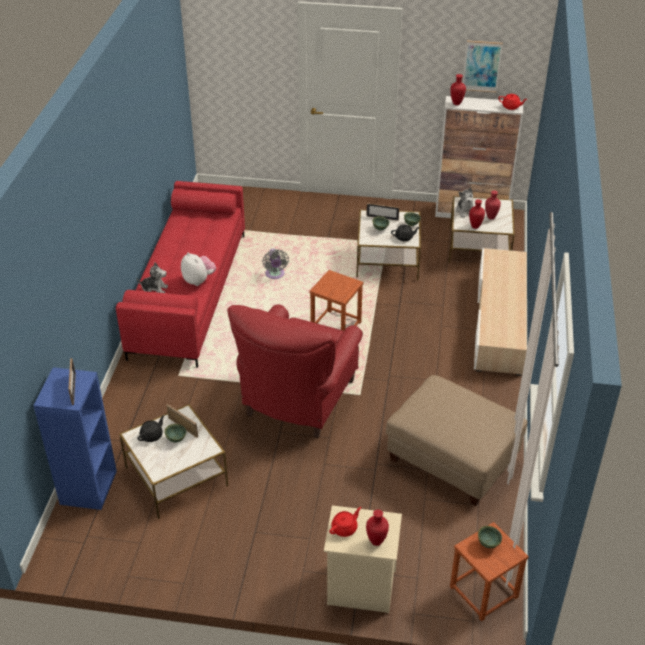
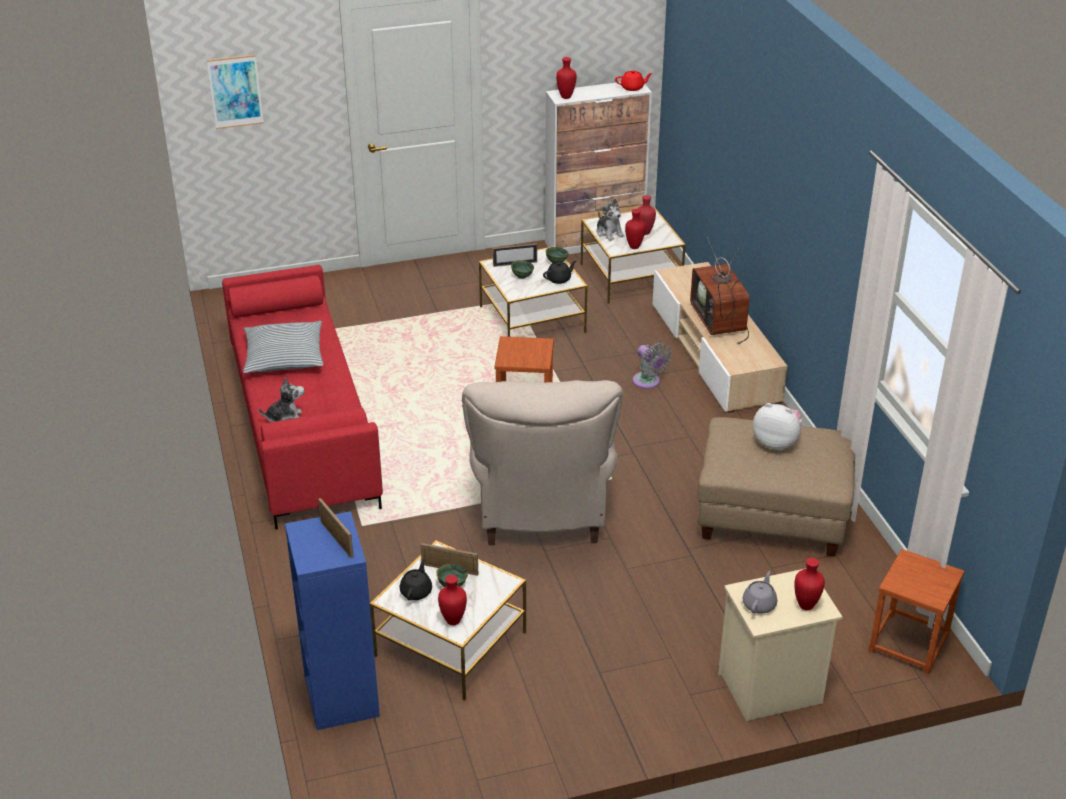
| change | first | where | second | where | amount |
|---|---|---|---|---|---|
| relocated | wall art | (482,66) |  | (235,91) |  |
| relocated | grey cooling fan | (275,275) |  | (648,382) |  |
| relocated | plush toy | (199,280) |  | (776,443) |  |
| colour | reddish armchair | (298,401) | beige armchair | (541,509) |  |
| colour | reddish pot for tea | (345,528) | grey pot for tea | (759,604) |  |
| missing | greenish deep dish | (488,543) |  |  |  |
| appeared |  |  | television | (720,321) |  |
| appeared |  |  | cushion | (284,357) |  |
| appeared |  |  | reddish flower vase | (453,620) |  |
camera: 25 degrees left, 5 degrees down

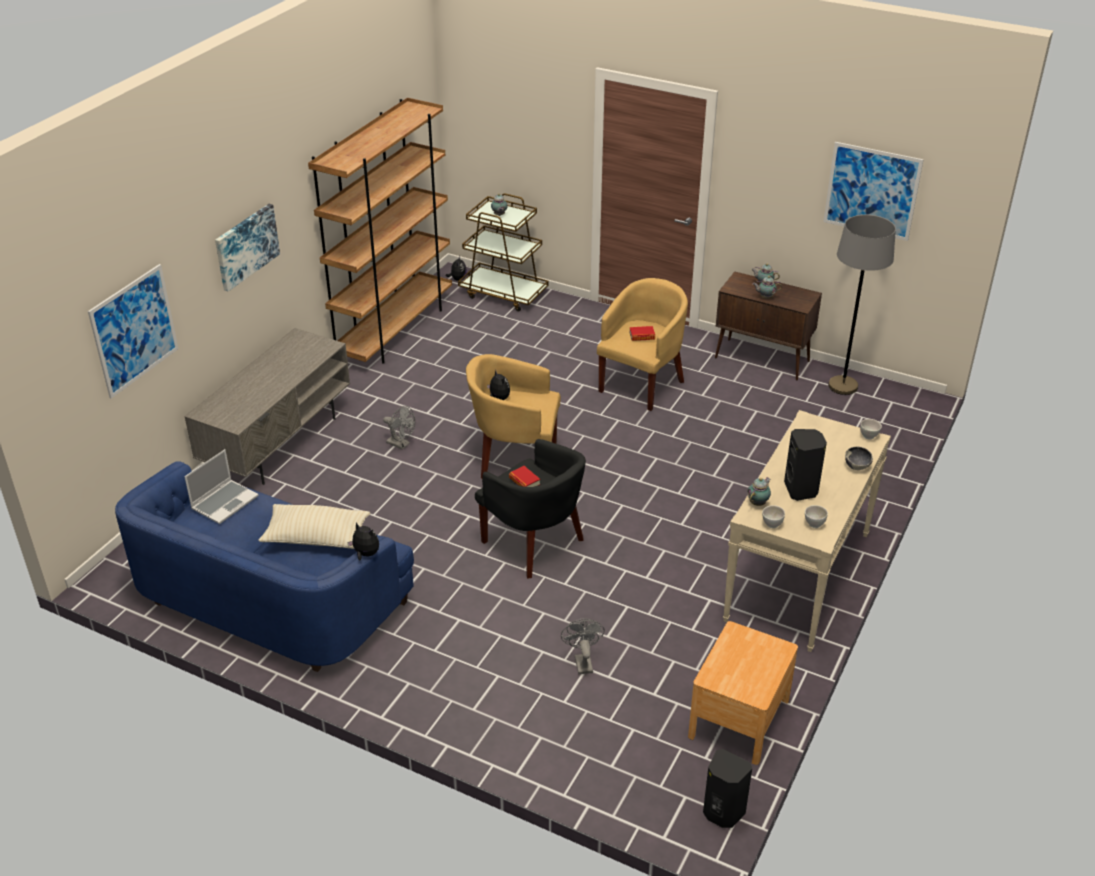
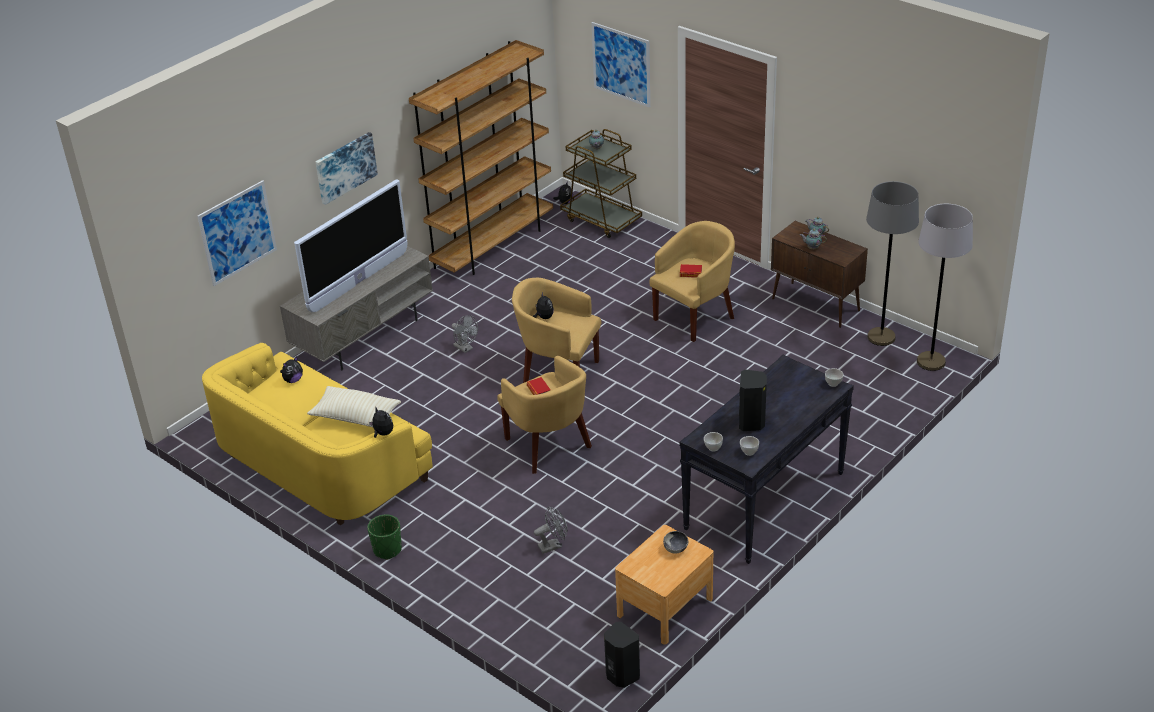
| change | first | where | second | where | amount |
|---|---|---|---|---|---|
| relocated | wall art | (872,191) |  | (621,64) |  |
| colour | beige hall table | (798,577) | black-coloured hall table | (764,501) |  |
| colour | black-coloured armchair | (534,544) | yellowish armchair | (548,446) |  |
| relocated | deep dish | (857,466) |  | (676,549) |  |
| exchanged | notebook computer | (225,502) | plush toy | (293,380) |  |
| colour | blue settee | (269,599) | yellowish settee | (320,463) |  |
| missing | pot for tea | (758,503) |  |  |  |
| spun | grey cooling fan | (582,661) |  | (553,545) | 60 degrees clockwise |
| appeared |  |  | television | (359,282) |  |
| appeared |  |  | grey standing lamp | (931,362) |  |
| appeared |  |  | greenish plant pot | (387,550) |  |
camera: 15 degrees right, 0 degrees up

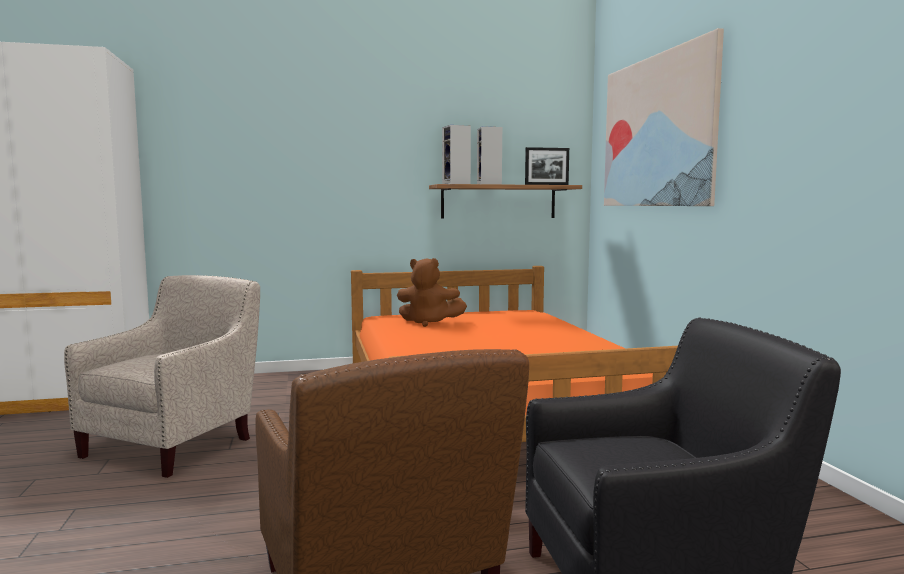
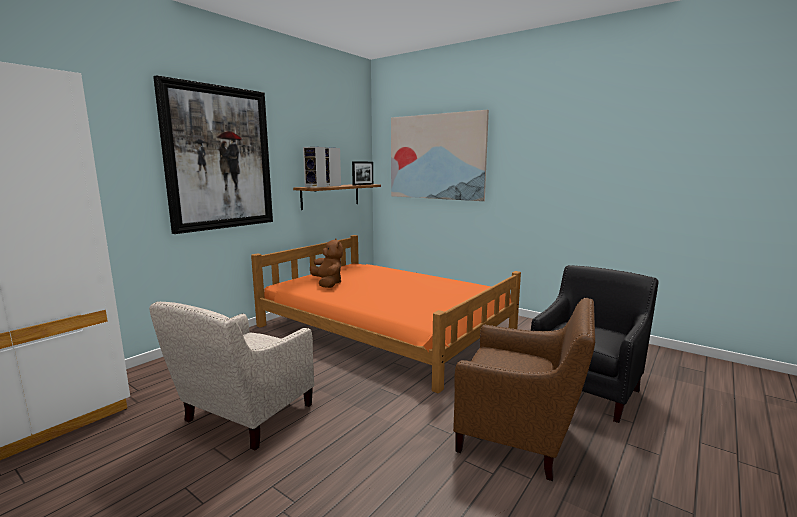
| change | first | where | second | where | amount |
|---|---|---|---|---|---|
| spun | brown-coloured plush toy | (429,323) |  | (328,284) | 90 degrees counterclockwise |
| spun | beige armchair | (176,444) |  | (243,417) | 135 degrees counterclockwise |
| appeared |  |  | wall art | (219,158) |  |
camera: 40 degrees left, 5 degrees up

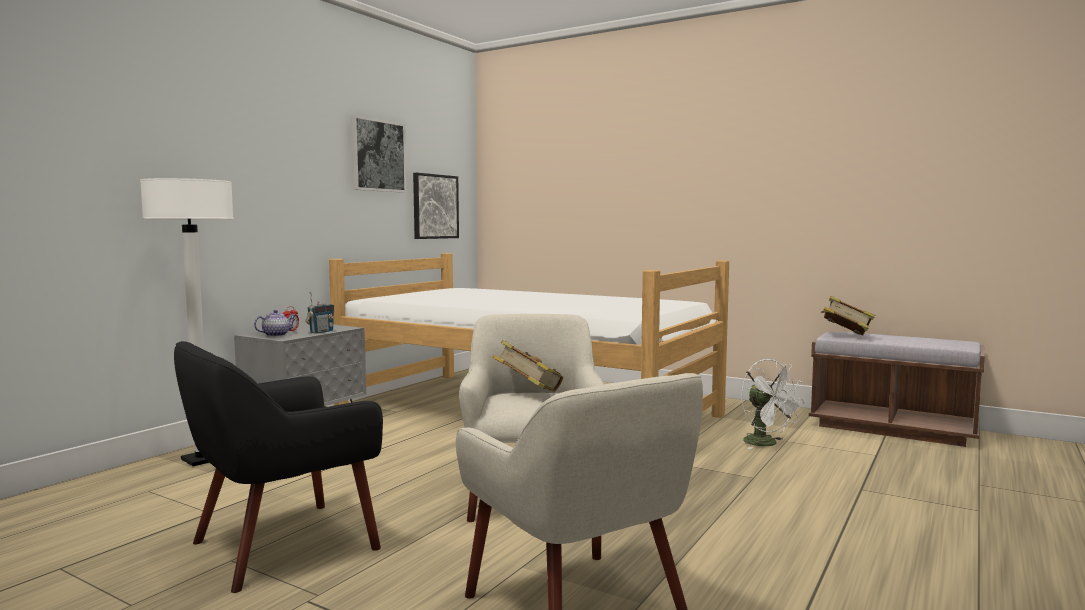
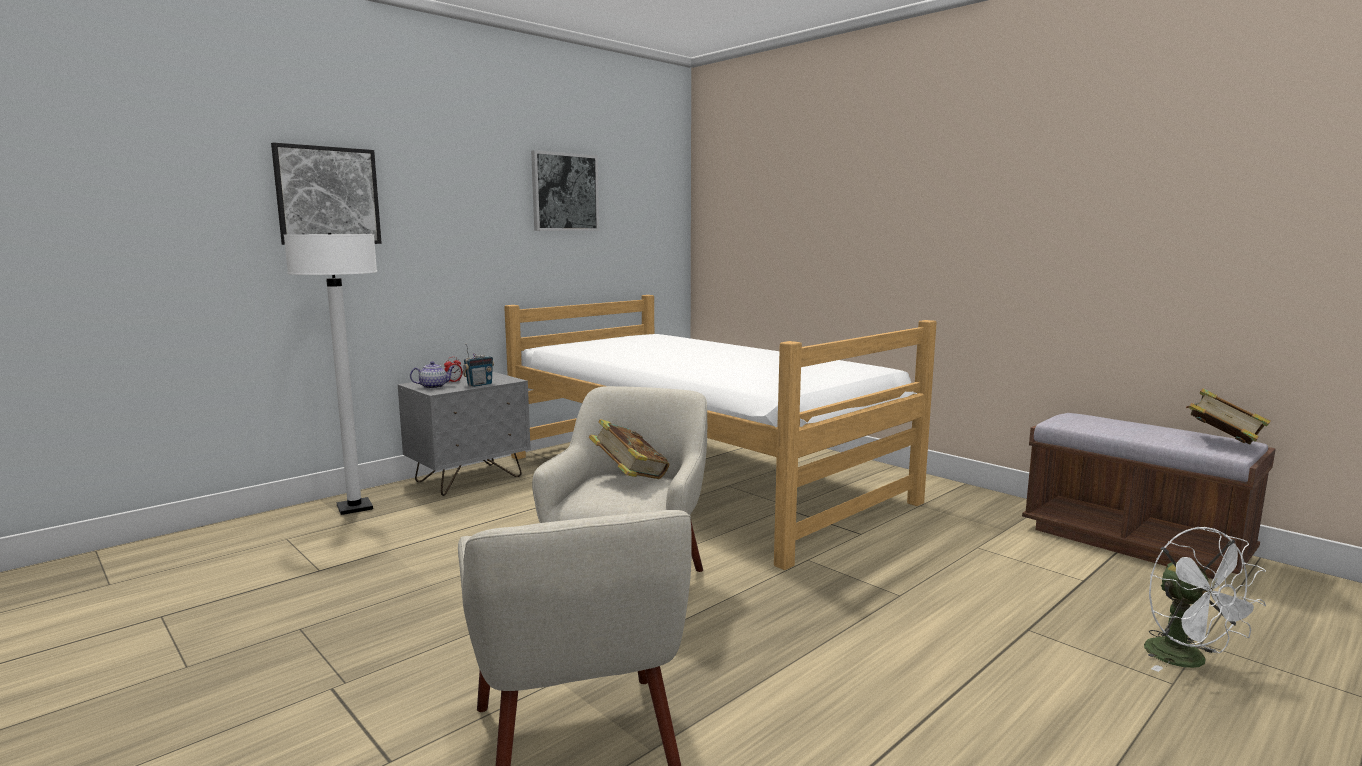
| change | first | where | second | where | amount |
|---|---|---|---|---|---|
| relocated | wall art | (435,206) |  | (328,196) |  |
| relocated | book | (845,336) |  | (1221,444) |  |
| missing | black-coloured armchair | (281,545) |  |  |  |
| relocated | white-coloured cooling fan | (767,444) |  | (1187,661) |  |
camera: 15 degrees right, 5 degrees up

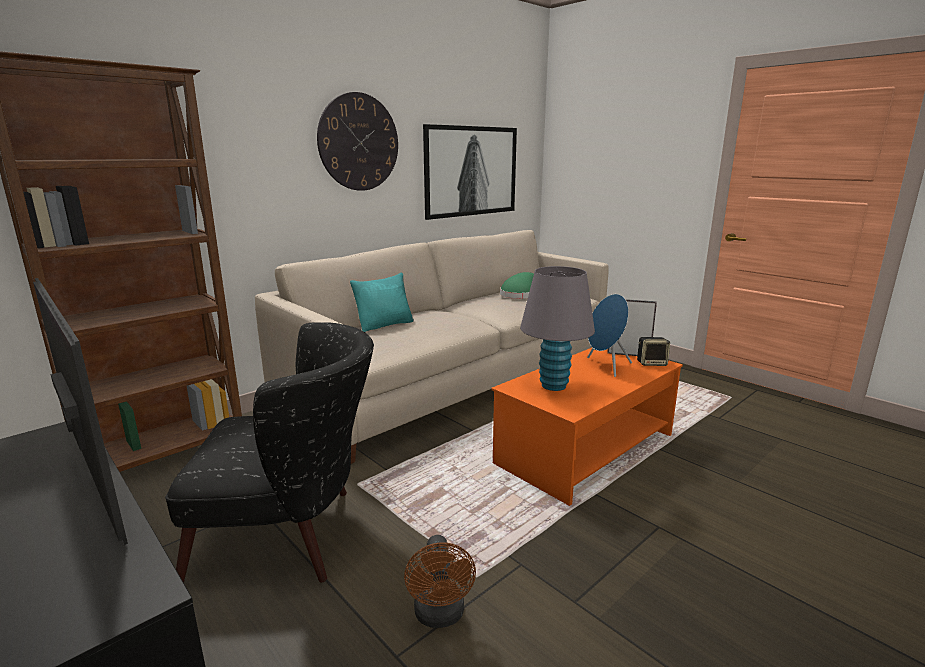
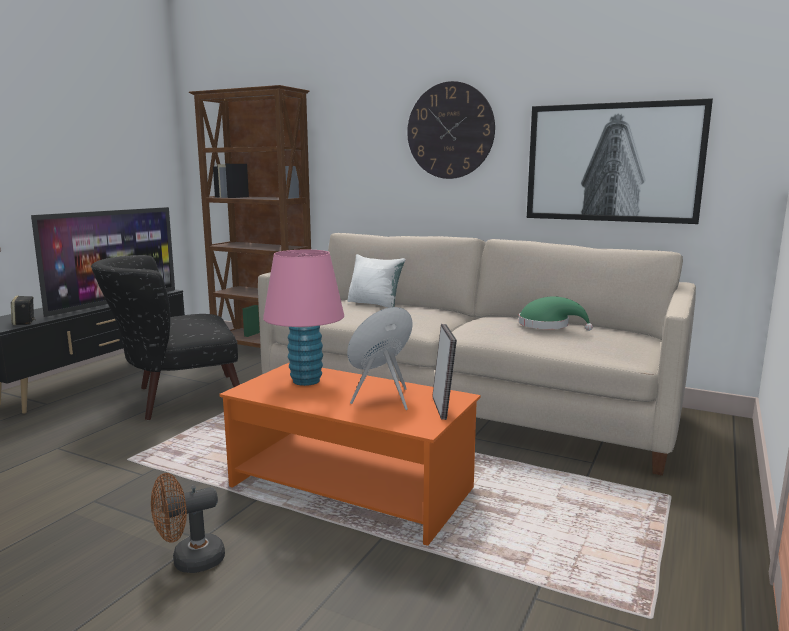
| change | first | where | second | where | amount |
|---|---|---|---|---|---|
| colour | grey table lamp | (553,385) | pink-coloured table lamp | (306,381) |  |
| colour | turquoise-coloured cushion | (385,325) | white-coloured cushion | (375,304) |  |
| spun | black-coloured armchair | (292,535) |  | (176,399) | 90 degrees clockwise |
| relocated | audio speaker | (652,363) |  | (25,322) |  |
| relocated | brown-coloured cooling fan | (440,616) |  | (190,561) |  |
camera: 70 degrees right, 5 degrees down

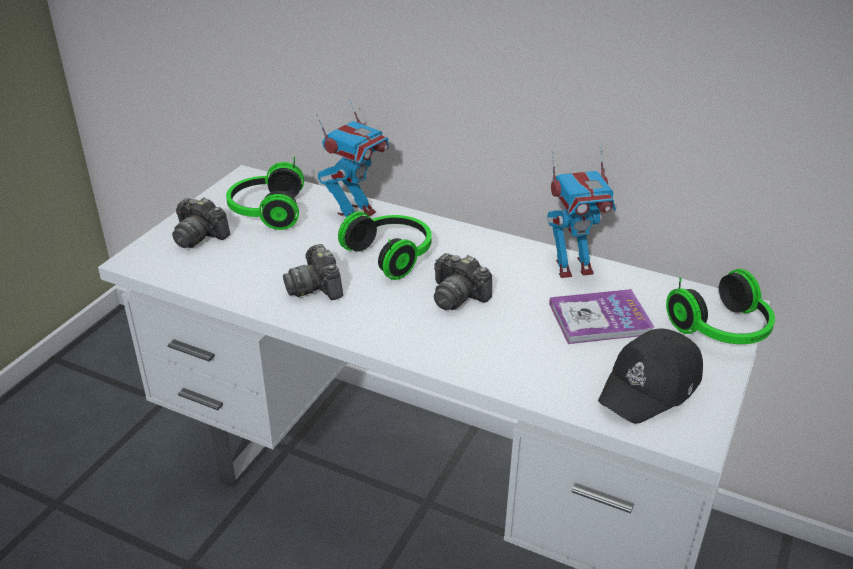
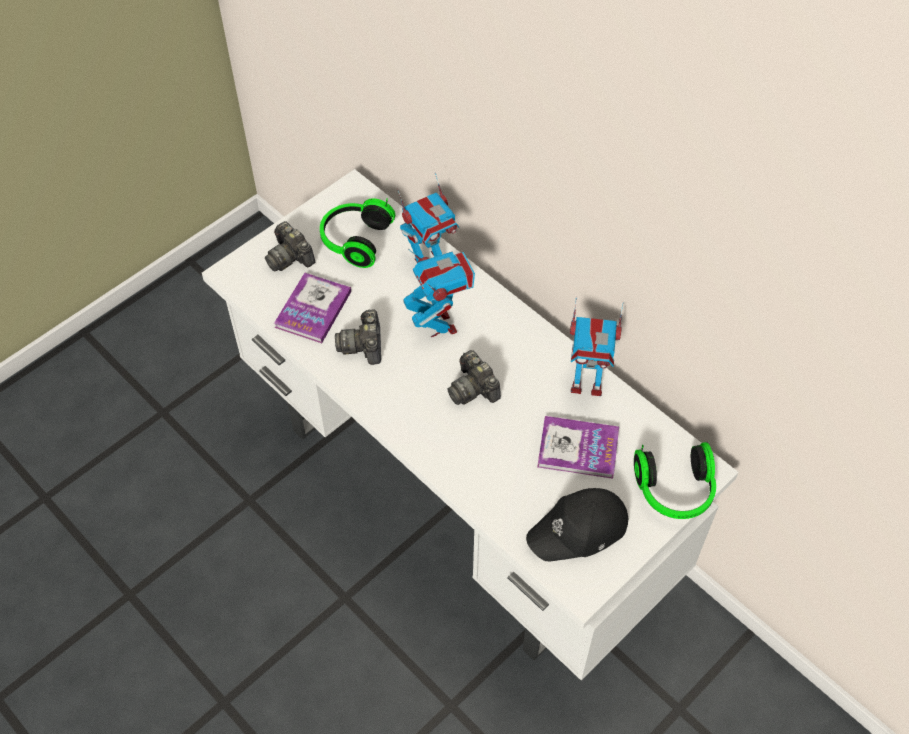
| change | first | where | second | where | amount |
|---|---|---|---|---|---|
| exchanged | headphones | (392,255) | robot figure | (440,325) |  |
| appeared |  |  | book | (313,309) |  |
camera: 20 degrees right, 20 degrees up

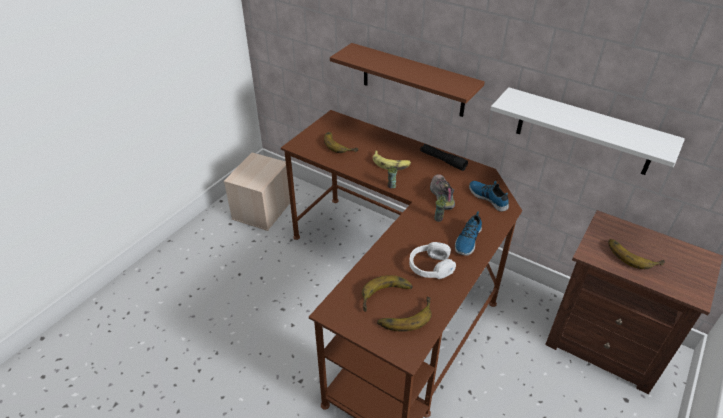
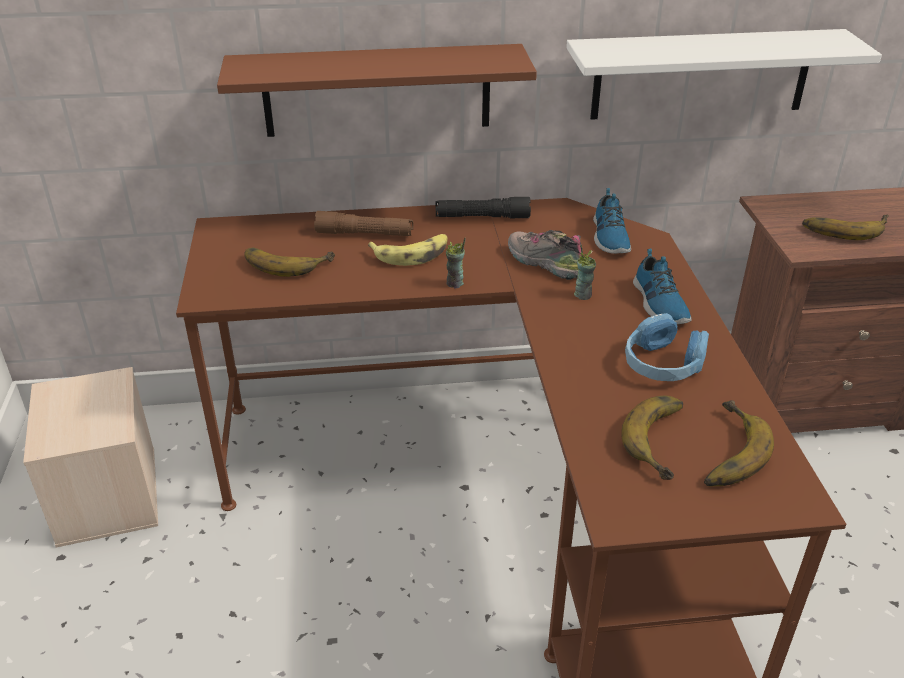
| change | first | where | second | where | amount |
|---|---|---|---|---|---|
| spun | item of footwear | (488,197) |  | (609,237) | 105 degrees counterclockwise |
| colour | white-coloured headphones | (430,267) | blue headphones | (663,364) |  |
| appeared |  |  | brown-coloured torch | (364,234) |  |
camera: 40 degrees left, 5 degrees down

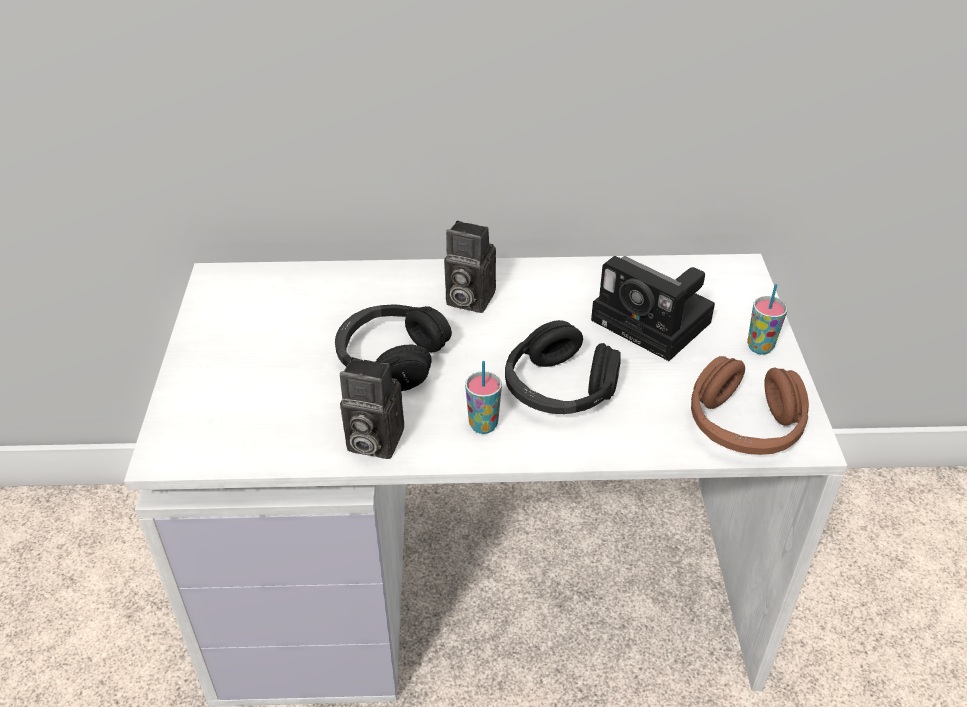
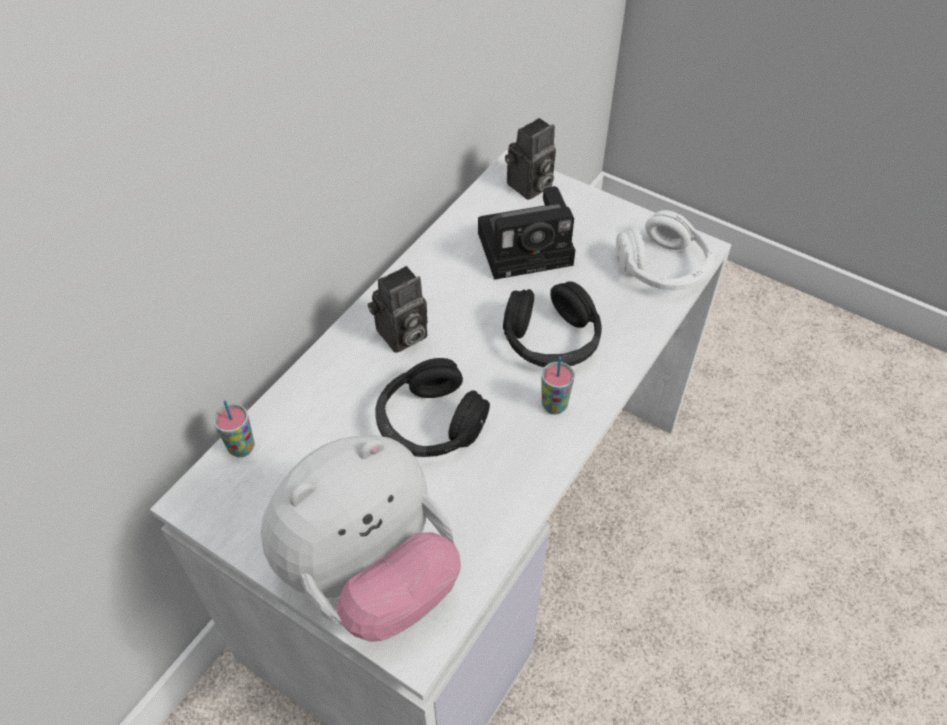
| change | first | where | second | where | amount |
|---|---|---|---|---|---|
| relocated | small cup | (760,347) |  | (241,448) |  |
| colour | brown-coloured headphones | (744,425) | white-coloured headphones | (663,267) |  |
| relocated | still camera | (371,441) |  | (529,187) |  |
| appeared |  |  | plush toy | (370,575) |  |
camera: 55 degrees left, 10 degrees up

